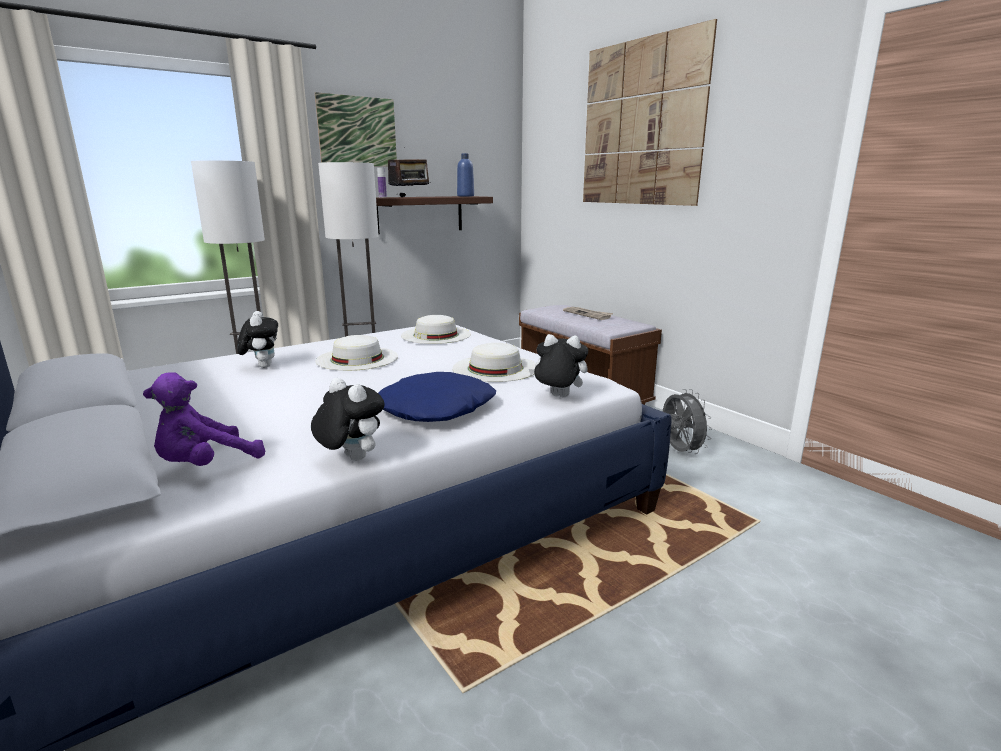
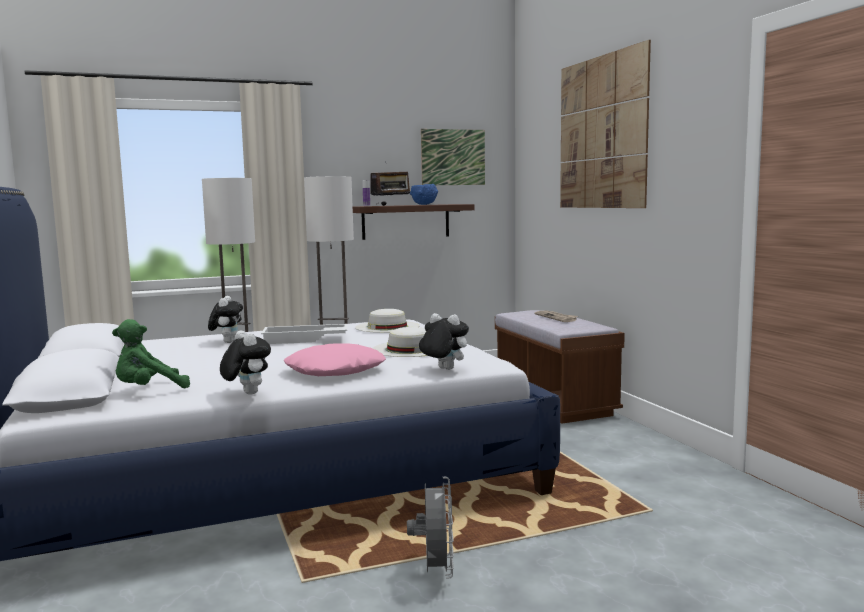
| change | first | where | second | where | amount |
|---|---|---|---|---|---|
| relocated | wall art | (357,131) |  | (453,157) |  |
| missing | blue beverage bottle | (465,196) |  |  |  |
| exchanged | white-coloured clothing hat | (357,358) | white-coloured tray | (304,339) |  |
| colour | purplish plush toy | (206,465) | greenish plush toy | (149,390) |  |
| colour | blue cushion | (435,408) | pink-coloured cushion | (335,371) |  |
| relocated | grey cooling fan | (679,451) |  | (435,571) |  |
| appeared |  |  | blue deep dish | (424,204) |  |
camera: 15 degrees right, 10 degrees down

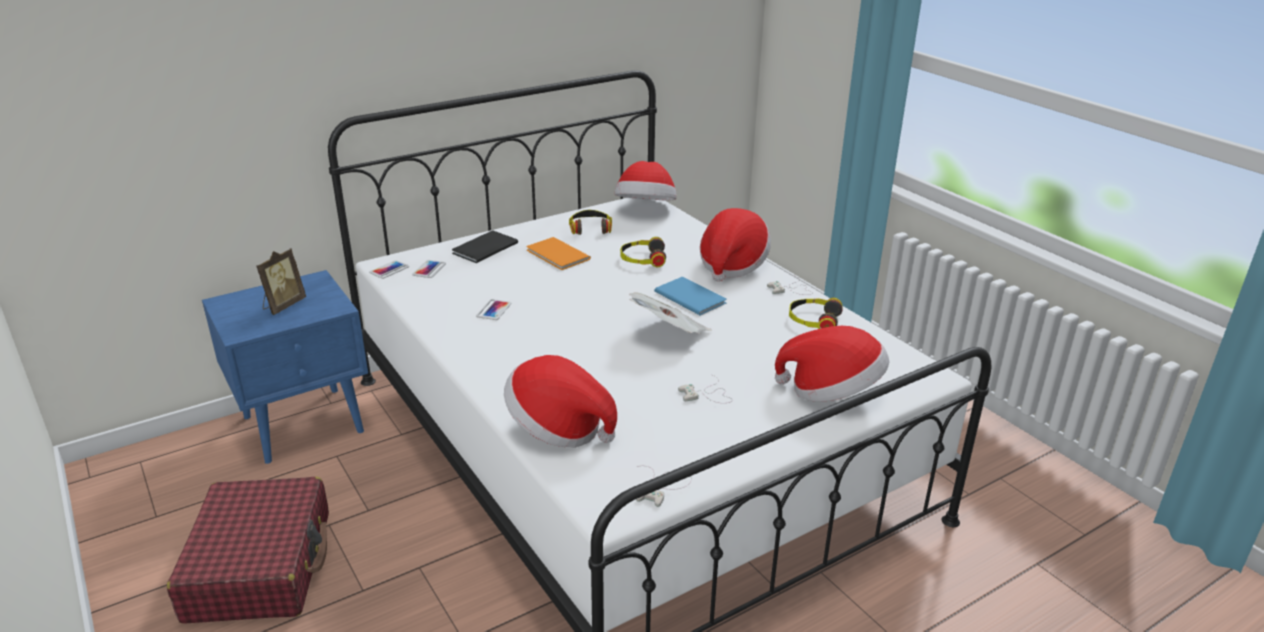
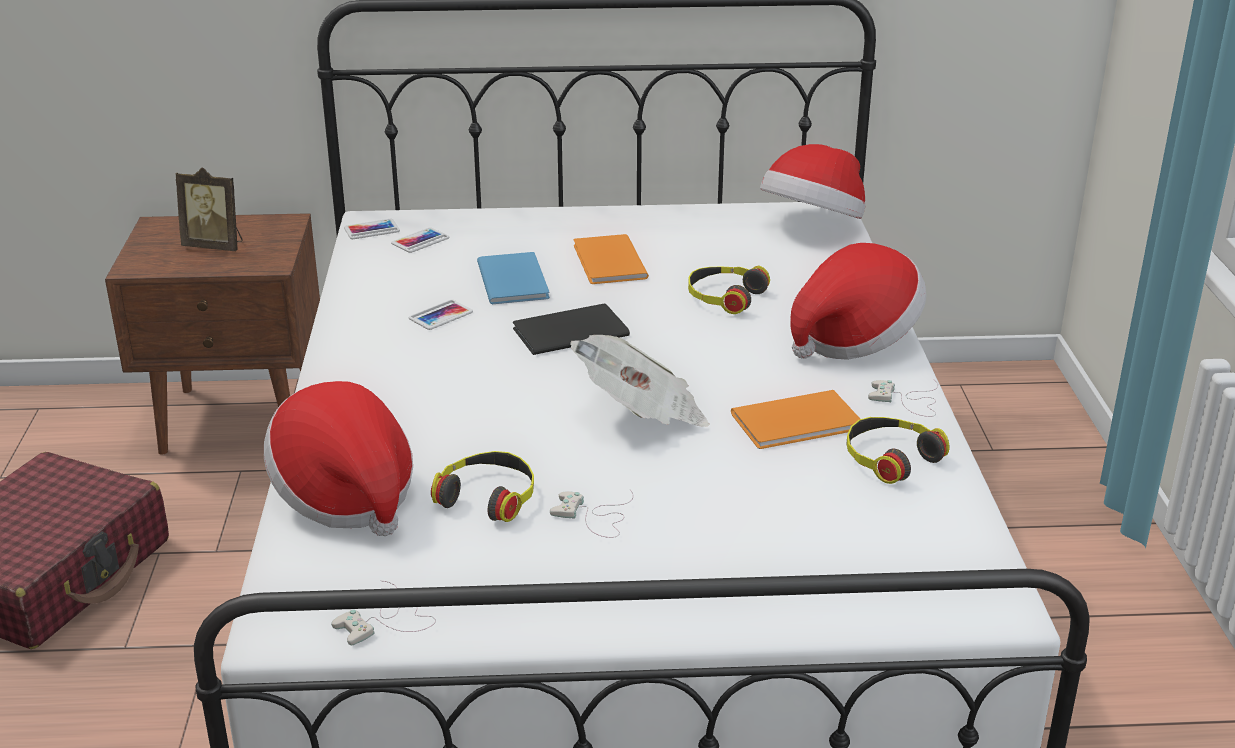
| change | first | where | second | where | amount |
|---|---|---|---|---|---|
| relocated | headphones | (590,228) |  | (488,495) |  |
| relocated | black-coloured book | (482,248) |  | (566,331) |  |
| spun | photo frame | (283,305) |  | (215,246) | 45 degrees clockwise |
| colour | blue nightstand | (305,424) | brown-coloured nightstand | (241,419) |  |
| relocated | blue book | (690,296) |  | (515,279) |  |
| missing | clothing hat | (831,391) |  |  |  |
| appeared |  |  | orange book | (800,422) |  |
camera: 30 degrees right, 0 degrees up

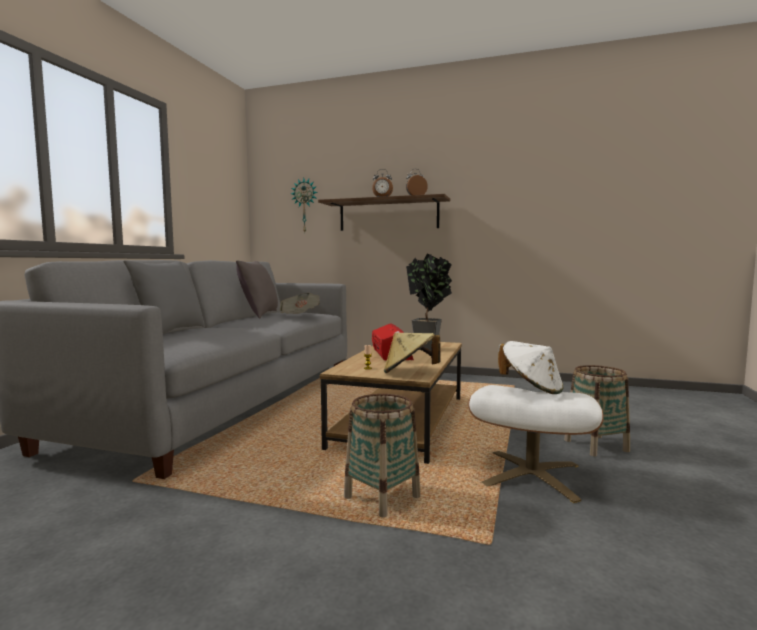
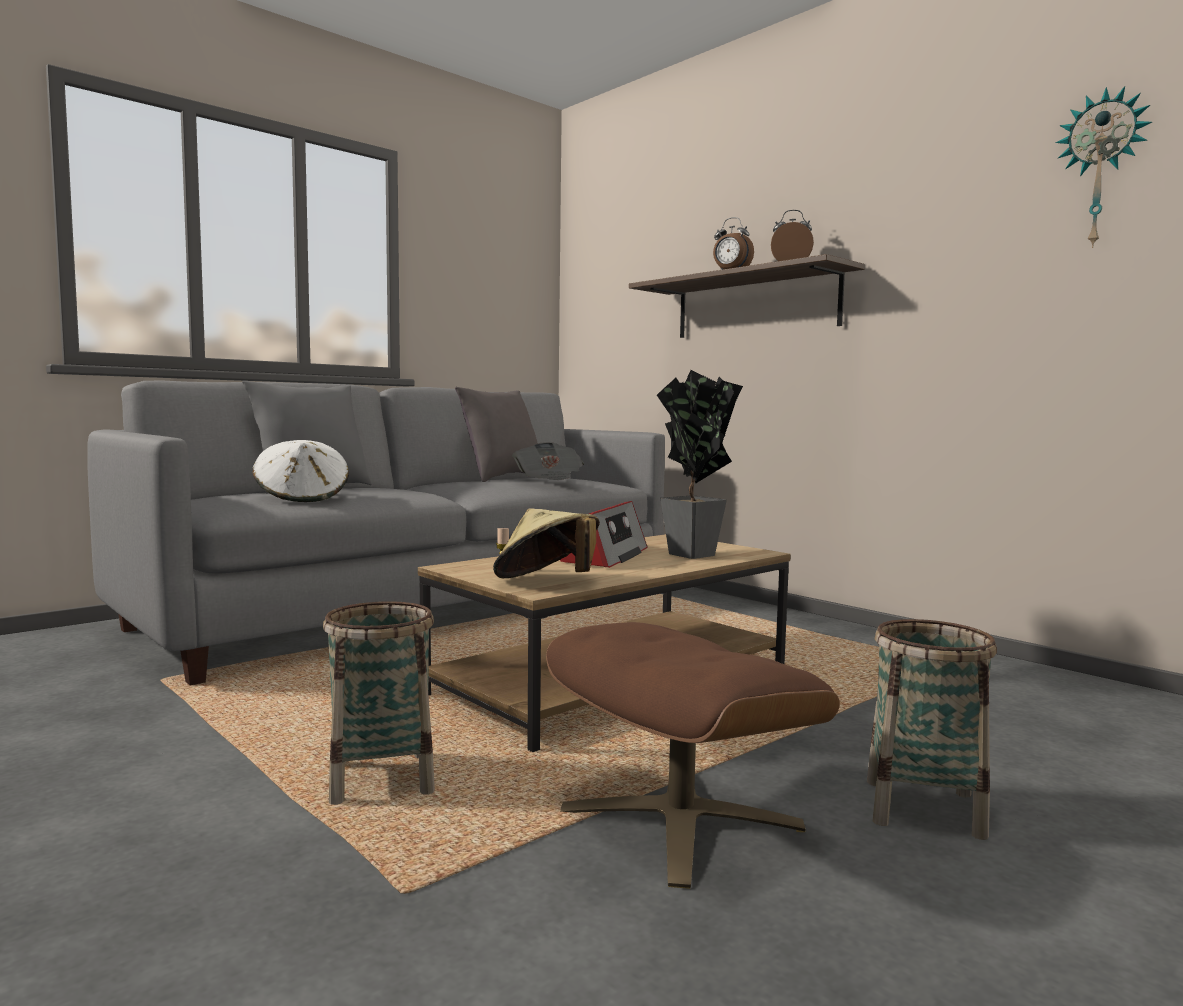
| change | first | where | second | where | amount |
|---|---|---|---|---|---|
| relocated | hanging clock | (305,205) |  | (1101,169) |  |
| relocated | white-coloured clothing hat | (531,388) |  | (302,498) |  |
| colour | white-coloured pouffe | (531,475) | brown-coloured pouffe | (679,819) |  |
camera: 30 degrees right, 0 degrees up

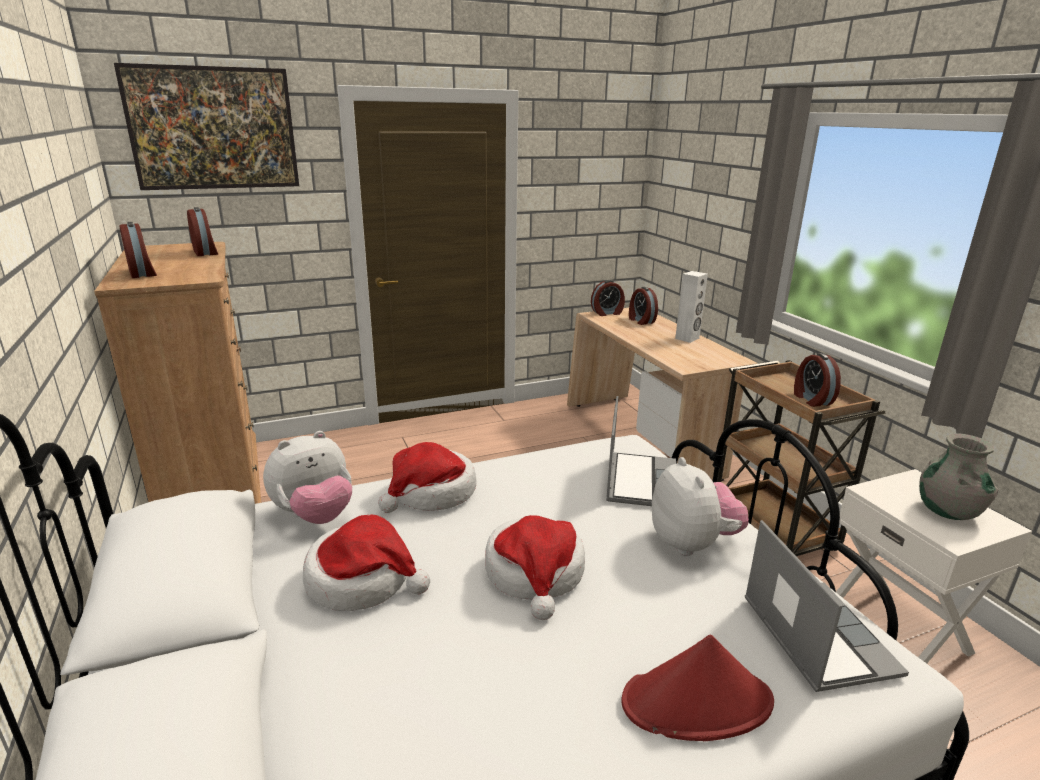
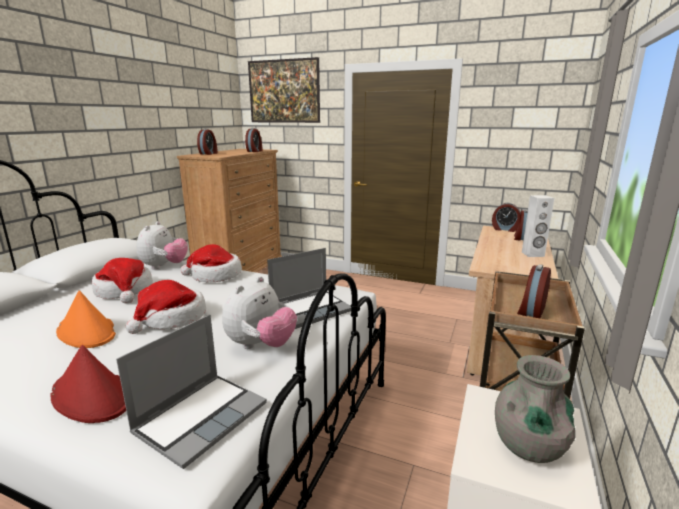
| change | first | where | second | where | amount |
|---|---|---|---|---|---|
| spun | plush toy | (315,515) |  | (164,266) | 90 degrees counterclockwise |
| appeared |  |  | orange clothing hat | (87,332) |  |
camera: 45 degrees right, 5 degrees down

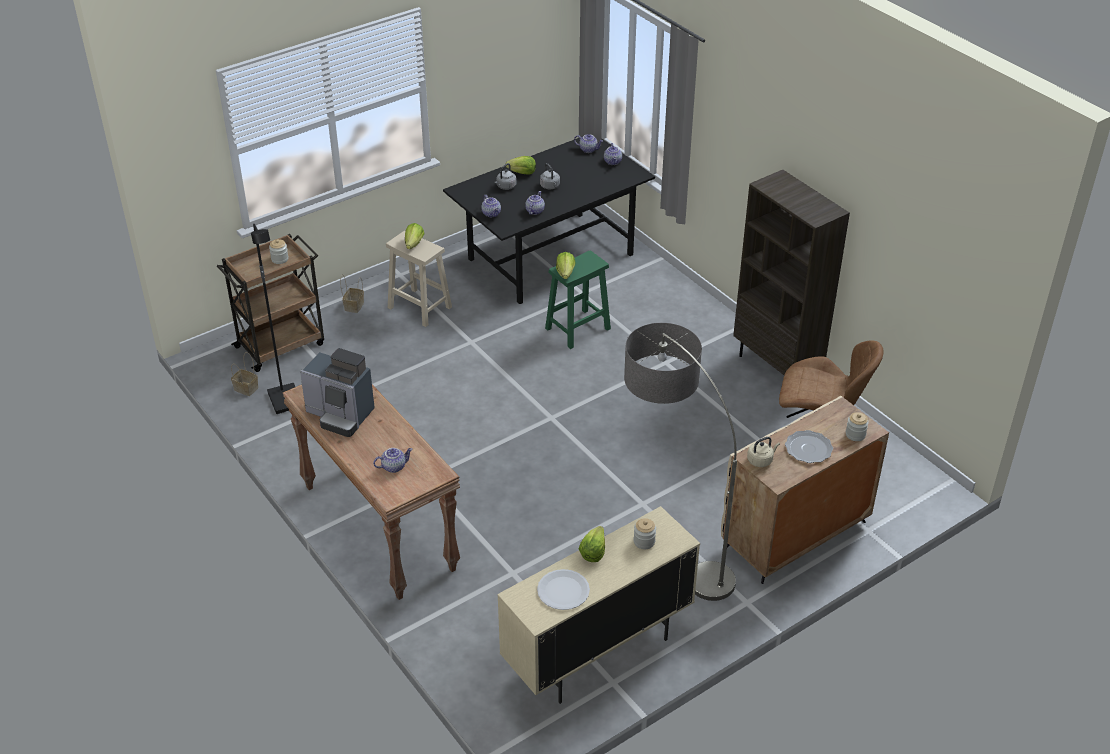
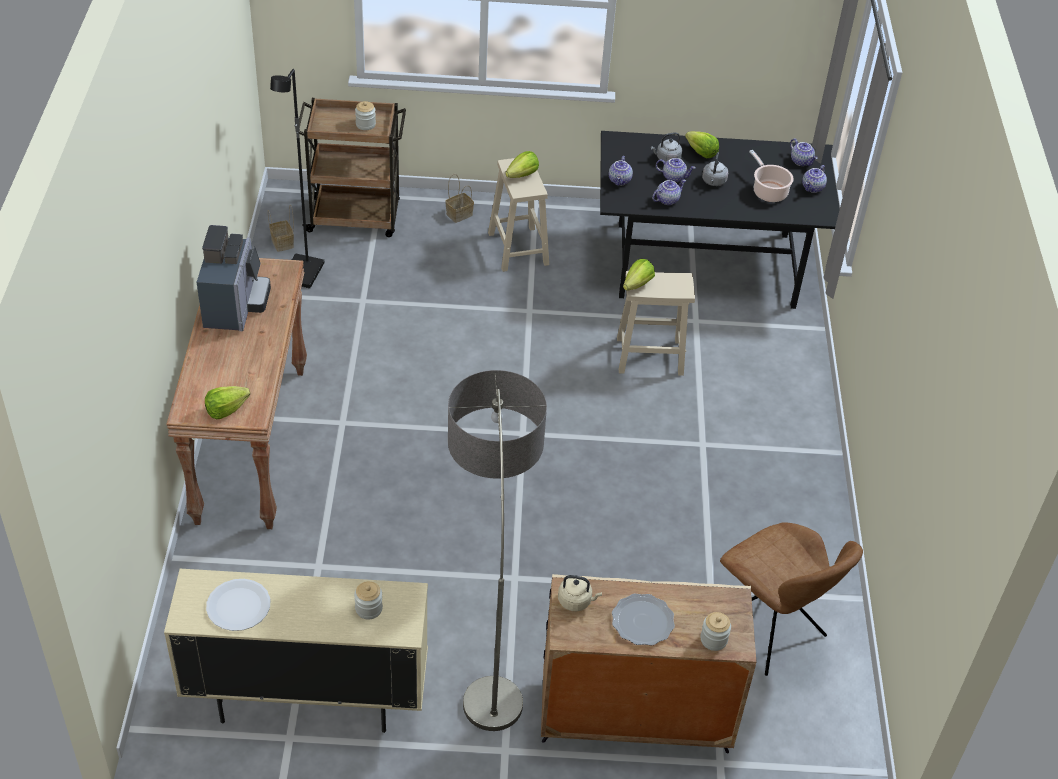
| change | first | where | second | where | amount |
|---|---|---|---|---|---|
| missing | brown-coloured bookshelf | (777,368) |  |  |  |
| colour | greenish stool seat | (577,329) | beige stool seat | (648,356) |  |
| spun | coffee maker | (341,415) |  | (235,306) | 150 degrees counterclockwise |
| relocated | pot for tea | (394,466) |  | (674,177) |  |
| relocated | lettuce | (593,552) |  | (226,410) |  |
| appeared |  |  | stockpot | (768,191) |  |
camera: 35 degrees right, 5 degrees up

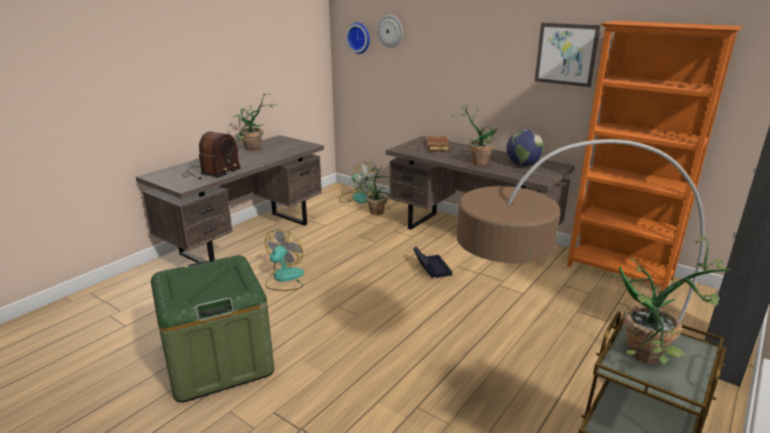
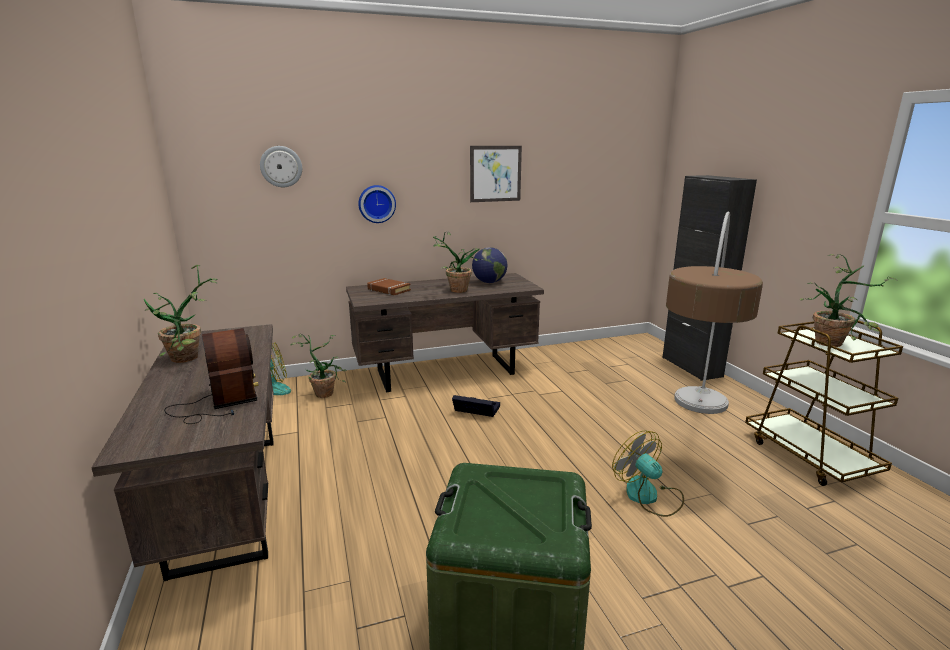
| change | first | where | second | where | amount |
|---|---|---|---|---|---|
| missing | orange bookshelf | (619,273) |  |  |  |
| relocated | hanging clock | (359,38) |  | (376,203) |  |
| relocated | cooling fan | (284,279) |  | (648,496) |  |
camera: 55 degrees left, 5 degrees down

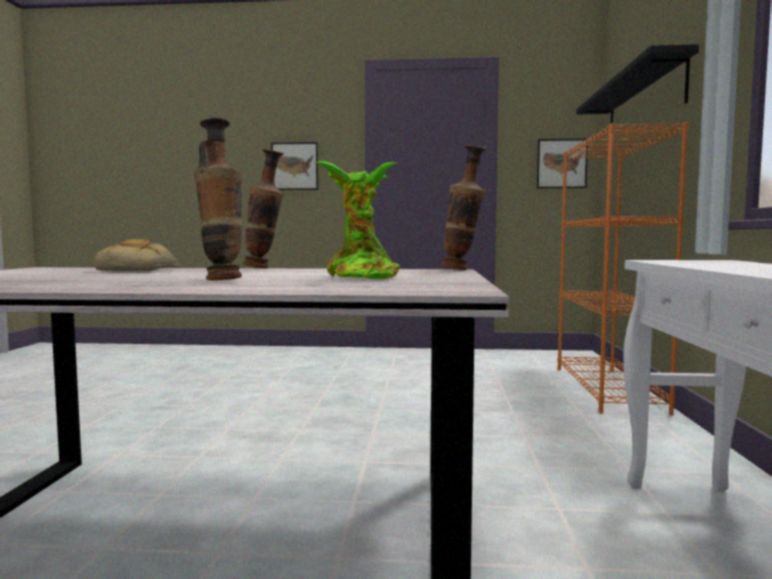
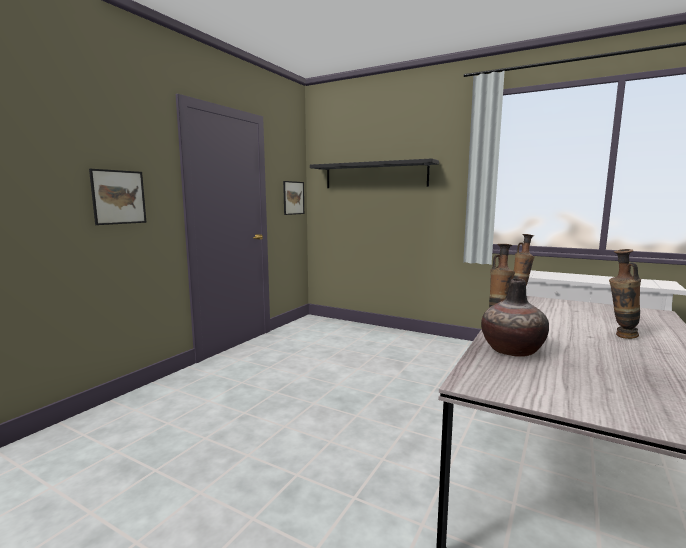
| change | first | where | second | where | amount |
|---|---|---|---|---|---|
| missing | orange bookshelf | (608,389) |  |  |  |
| missing | houseplant | (360,277) |  |  |  |
| exchanged | bakery bread | (140,270) | flower vase | (512,350) |  |
camera: 65 degrees left, 5 degrees up

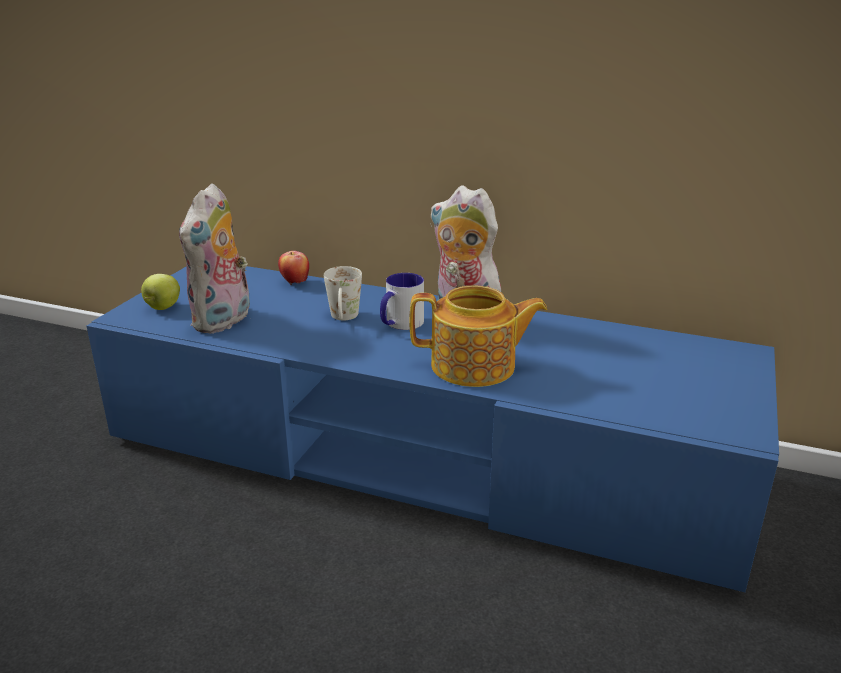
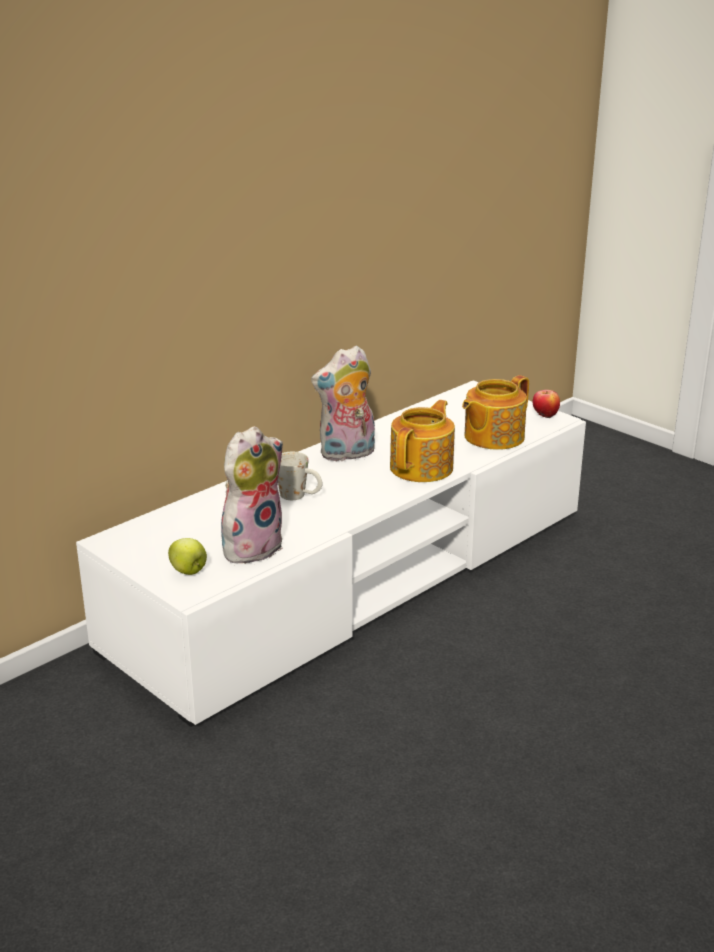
| change | first | where | second | where | amount |
|---|---|---|---|---|---|
| spun | plush toy | (224,321) |  | (252,546) | 90 degrees counterclockwise |
| relocated | whole apple | (295,282) |  | (545,416) |  |
| colour | blue tv stand | (420,455) | white-coloured tv stand | (357,578) |  |
| missing | coffee mug | (400,324) |  |  |  |
| appeared |  |  | pot for tea | (492,437) |  |
camera: 65 degrees left, 0 degrees up

